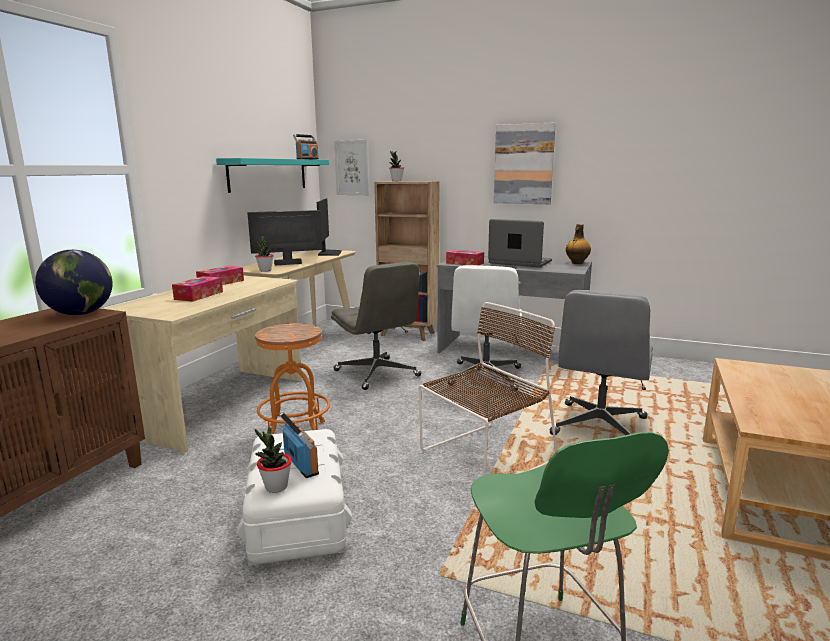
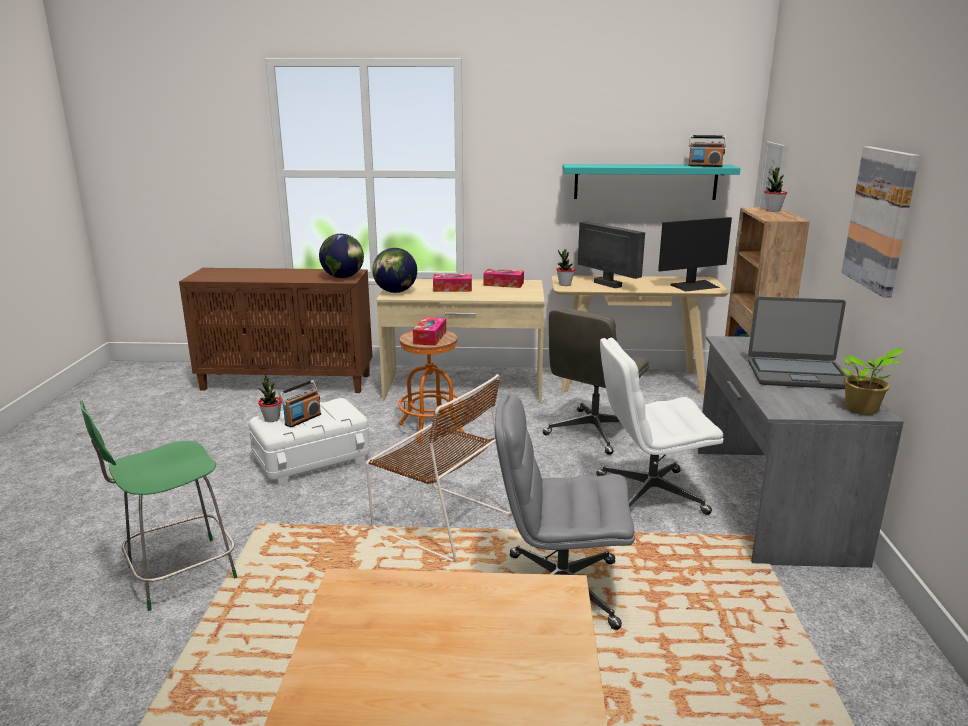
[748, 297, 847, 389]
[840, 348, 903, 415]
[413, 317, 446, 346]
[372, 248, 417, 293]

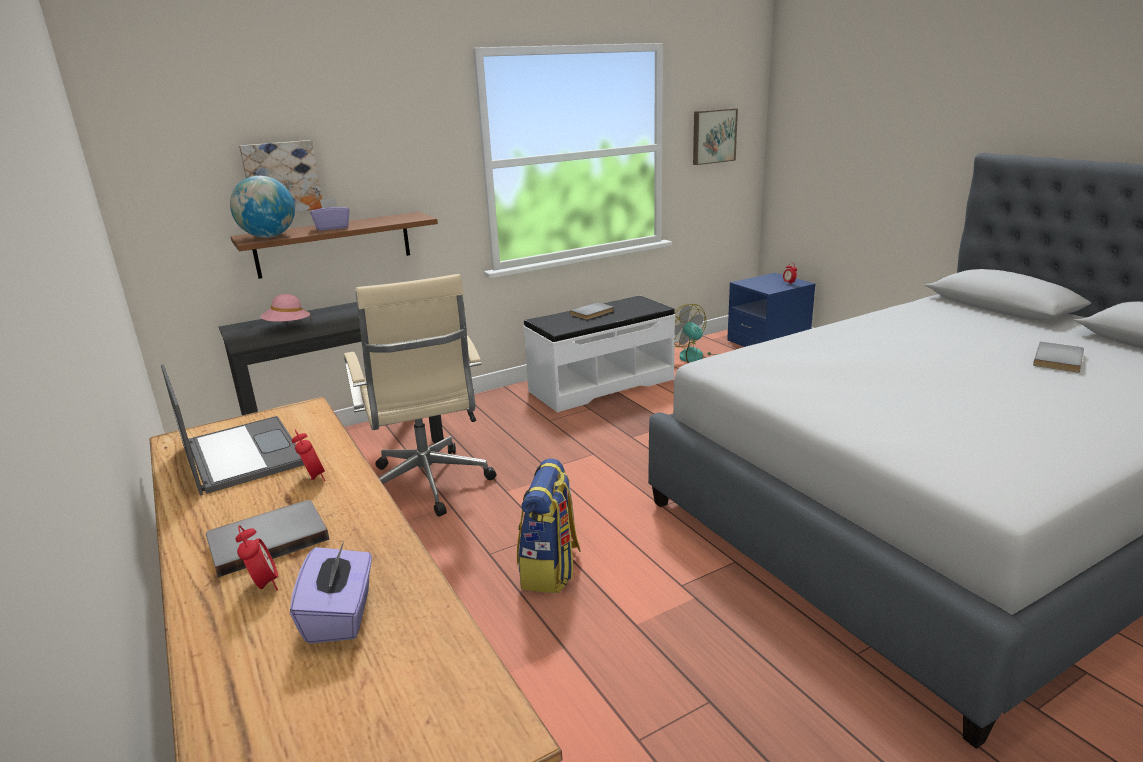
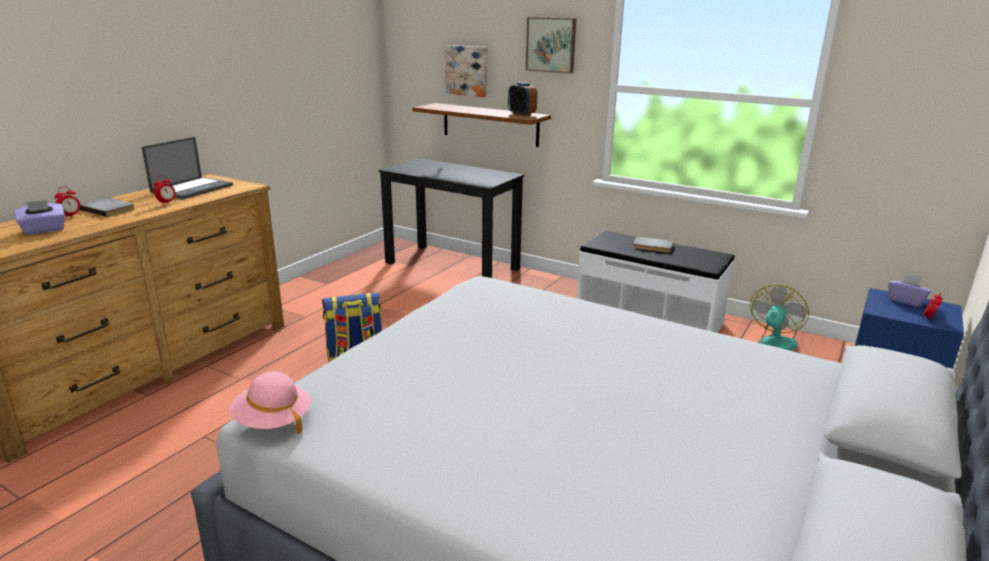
[526, 17, 576, 73]
[230, 176, 295, 238] (first image)
[888, 273, 931, 307]
[344, 274, 496, 517] (first image)
[229, 371, 311, 434]
[1033, 342, 1084, 372] (first image)
[508, 82, 537, 116]

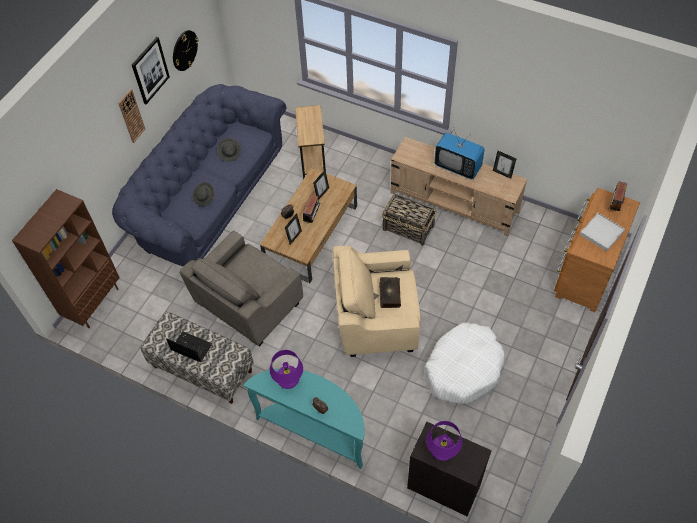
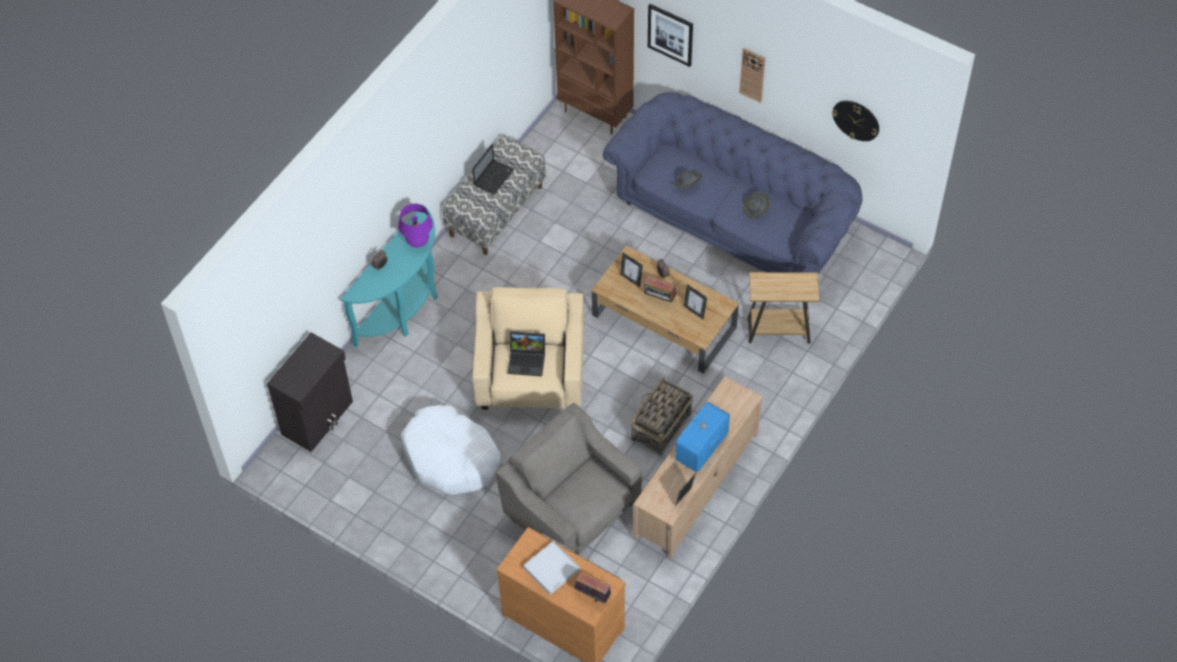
[648, 4, 693, 67]
[495, 403, 642, 555]
[507, 331, 545, 376]
[426, 421, 462, 461] (first image)

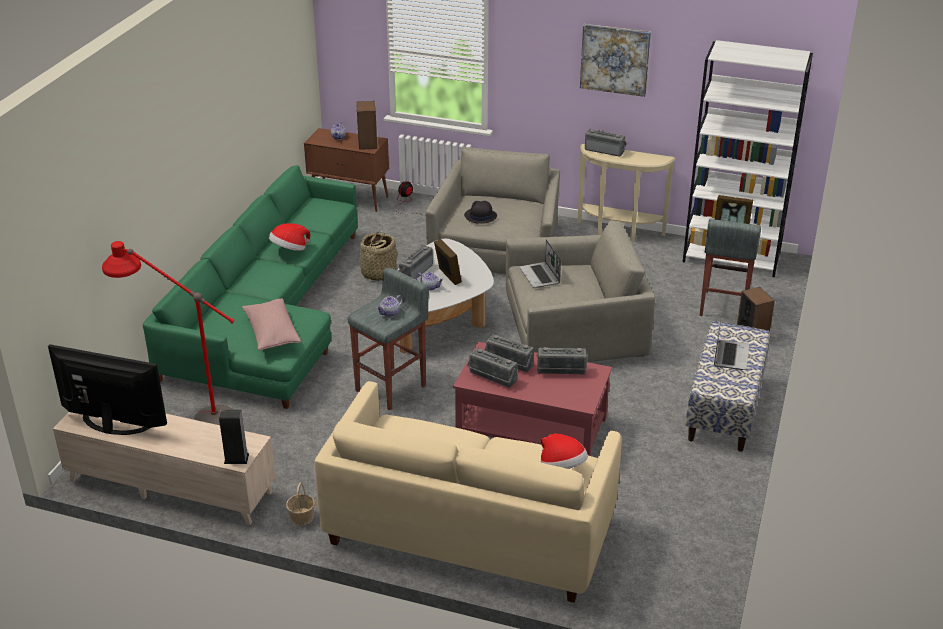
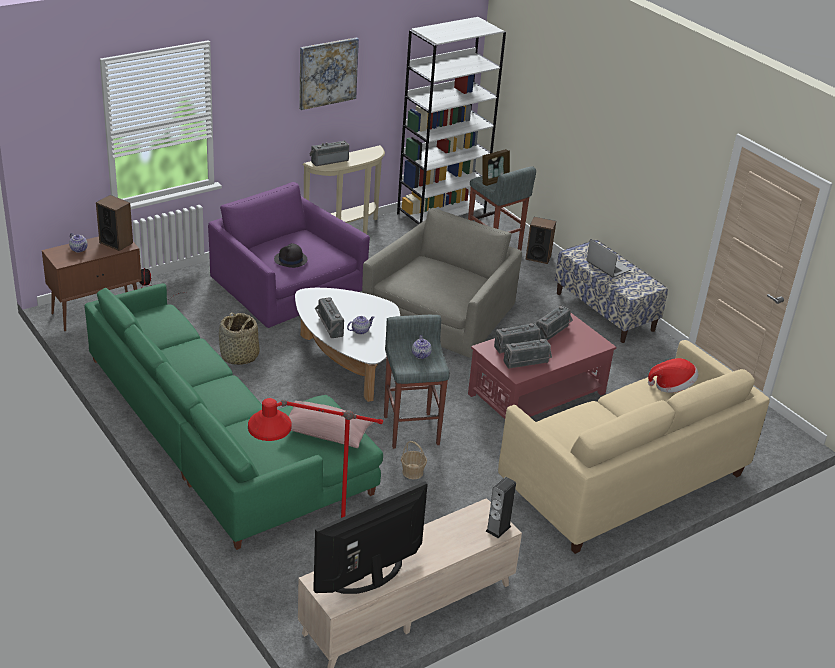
[208, 182, 370, 328]
[269, 223, 310, 251] (first image)
[434, 239, 462, 285] (first image)
[520, 239, 561, 288] (first image)
[401, 441, 427, 479]

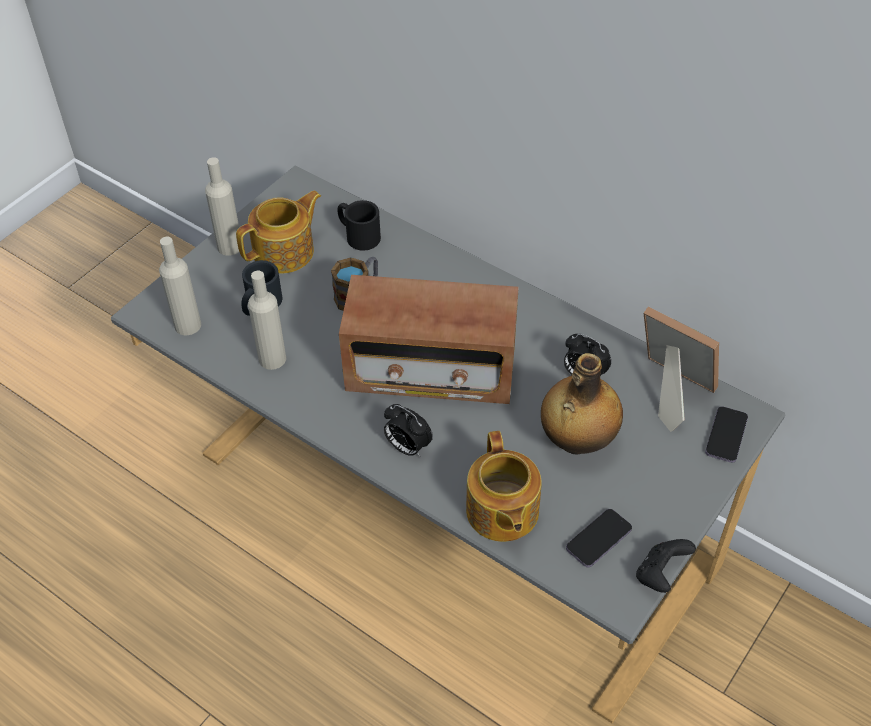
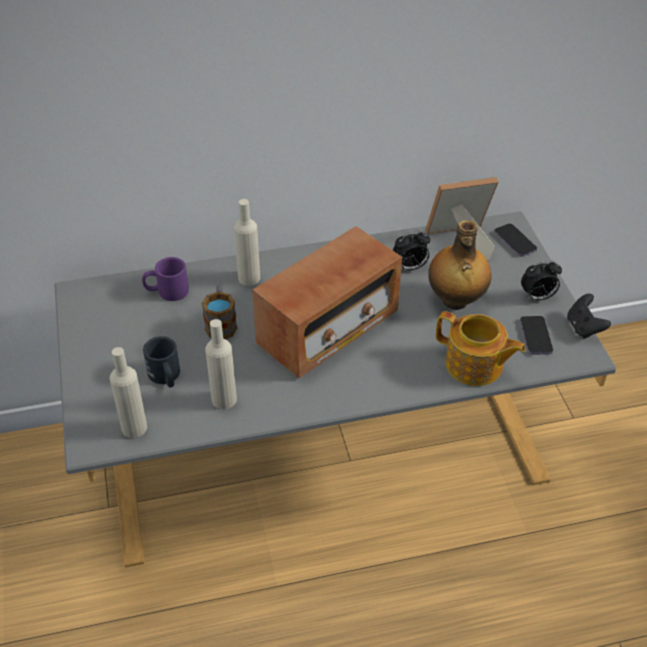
[234, 199, 260, 286]
[236, 190, 321, 274] (first image)
[142, 257, 189, 301]
[521, 260, 562, 300]

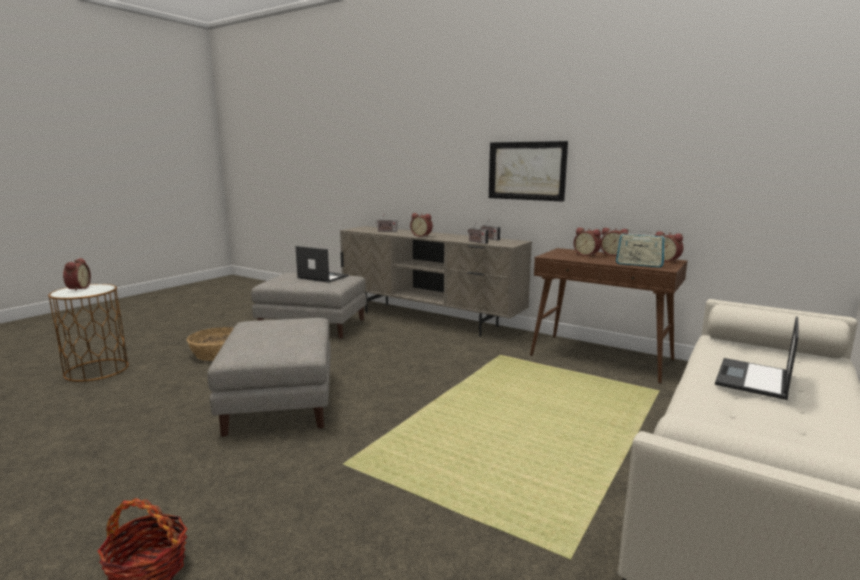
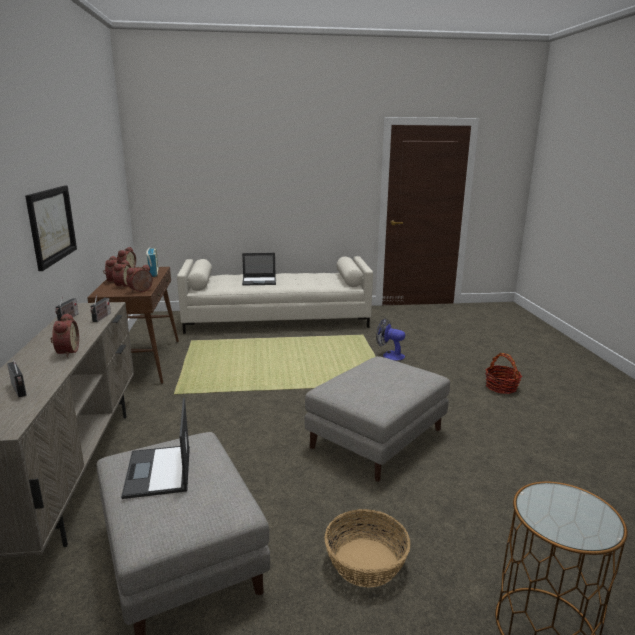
[126, 265, 153, 293]
[376, 318, 405, 361]

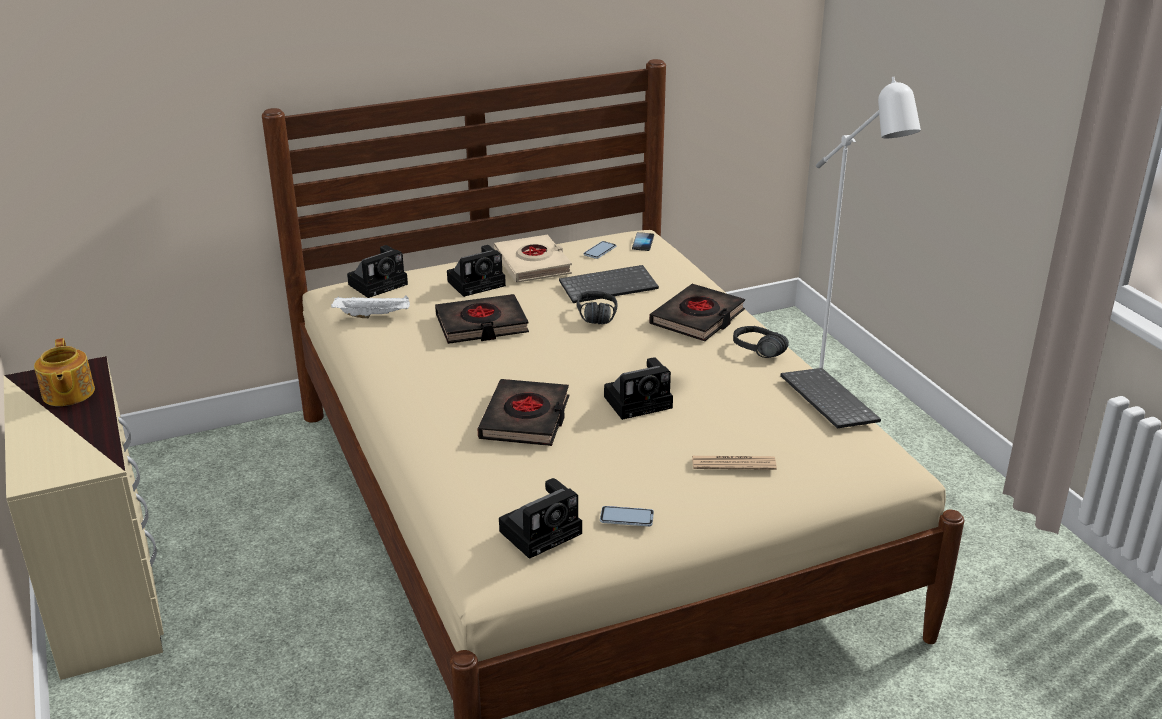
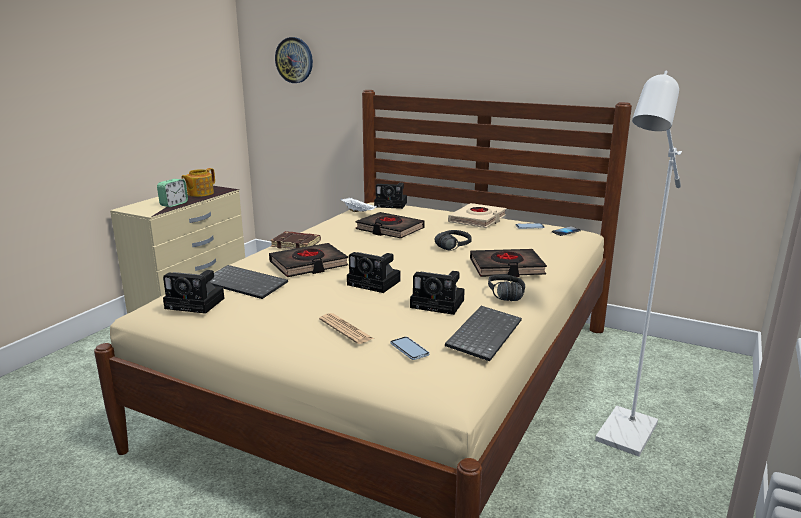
[410, 271, 465, 315]
[210, 265, 288, 299]
[390, 337, 429, 360]
[275, 37, 313, 83]
[157, 179, 188, 207]
[270, 231, 321, 249]

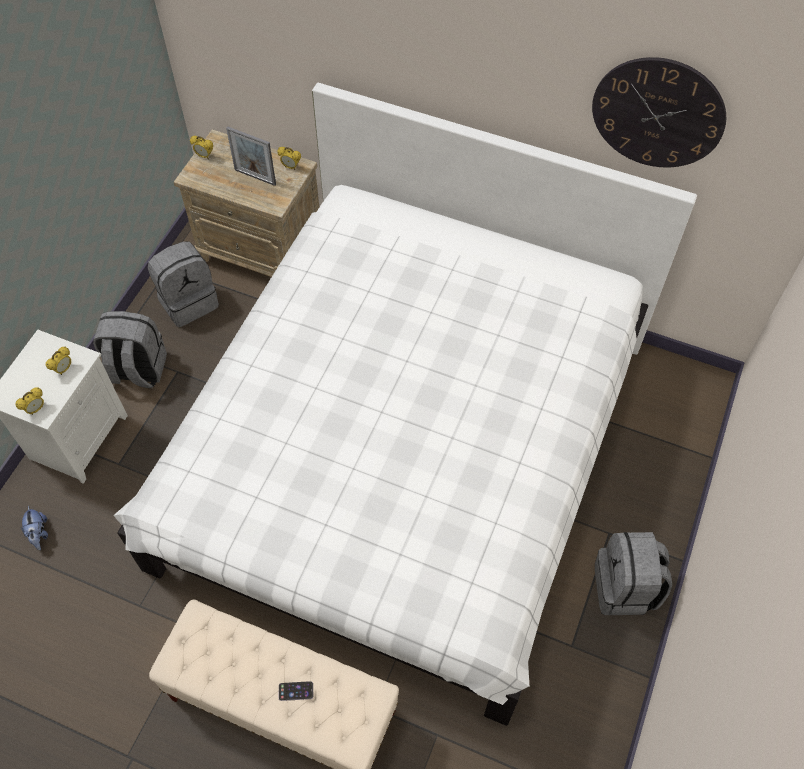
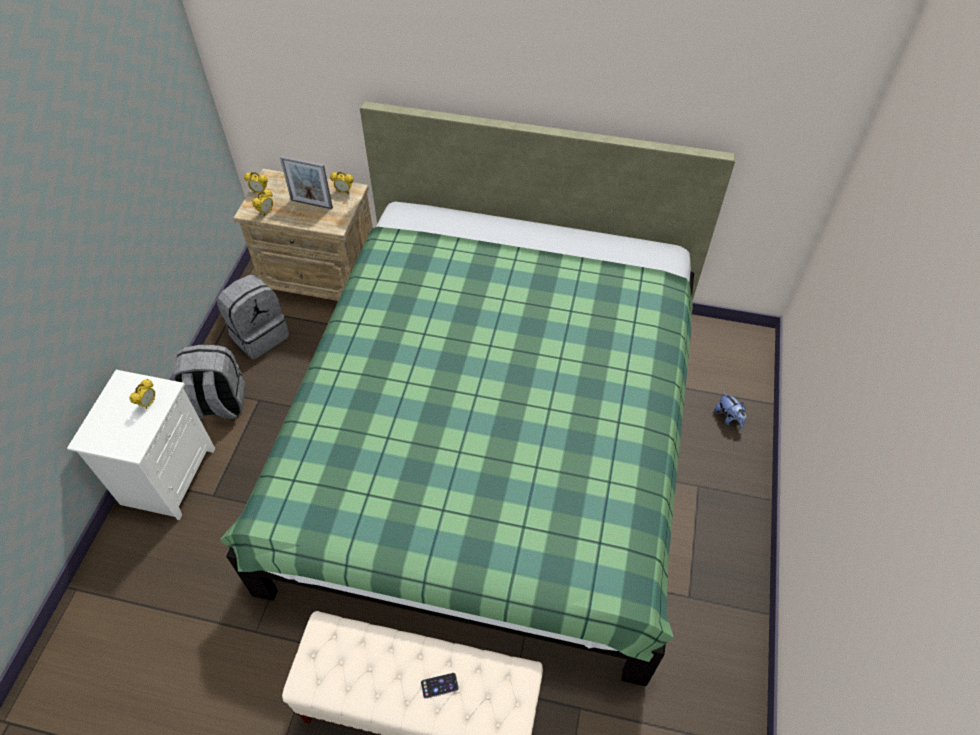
[592, 57, 726, 167] (first image)
[220, 101, 735, 686]
[252, 189, 273, 216]
[714, 392, 747, 429]
[595, 532, 672, 615] (first image)

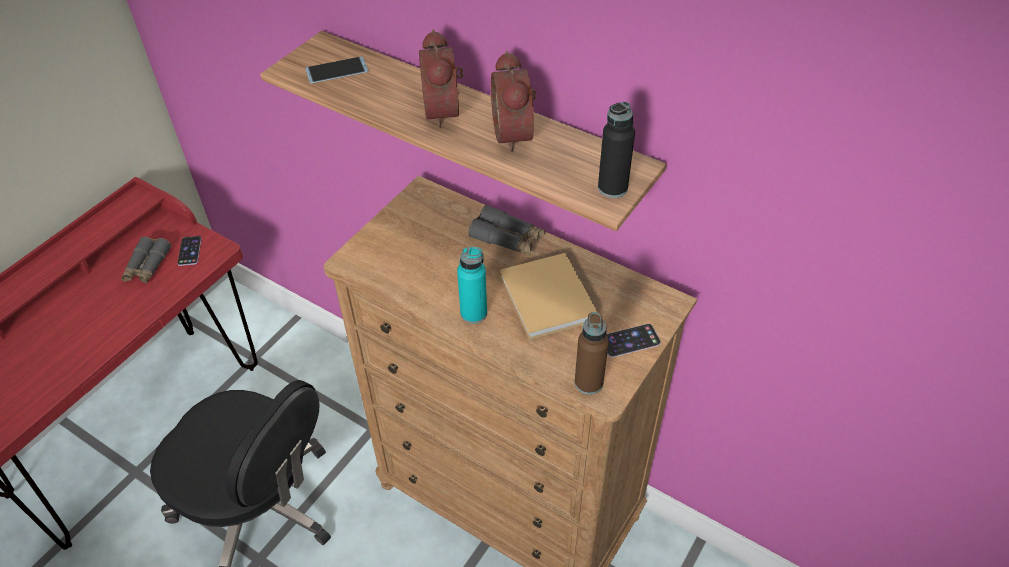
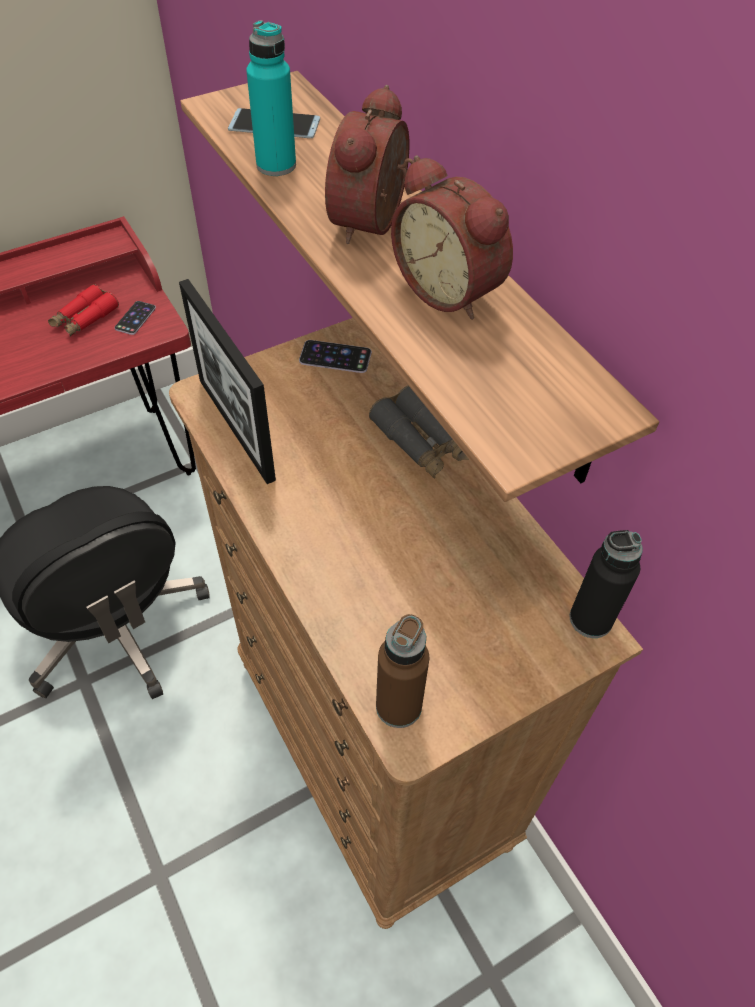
[391, 155, 513, 320]
[570, 530, 643, 638]
[48, 284, 119, 337]
[246, 20, 296, 176]
[500, 253, 597, 340] (first image)
[299, 340, 372, 373]
[179, 279, 276, 484]

